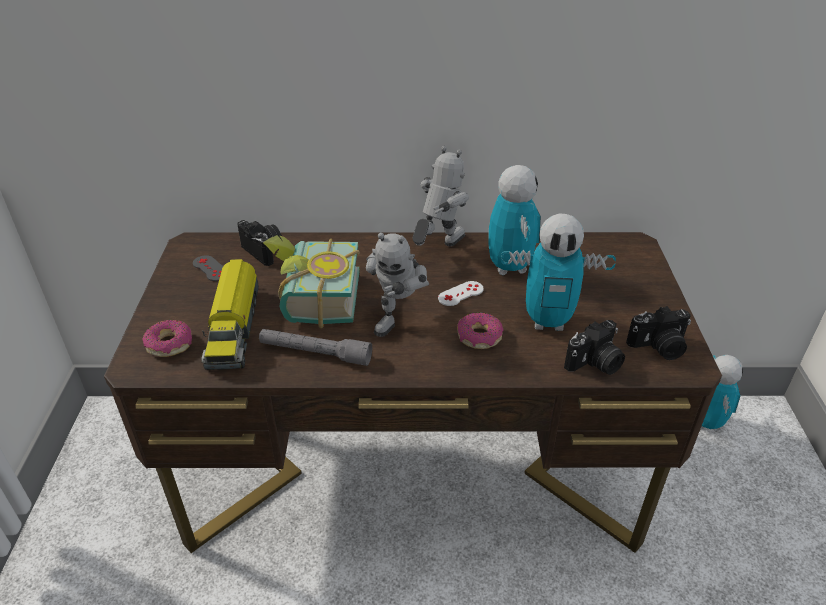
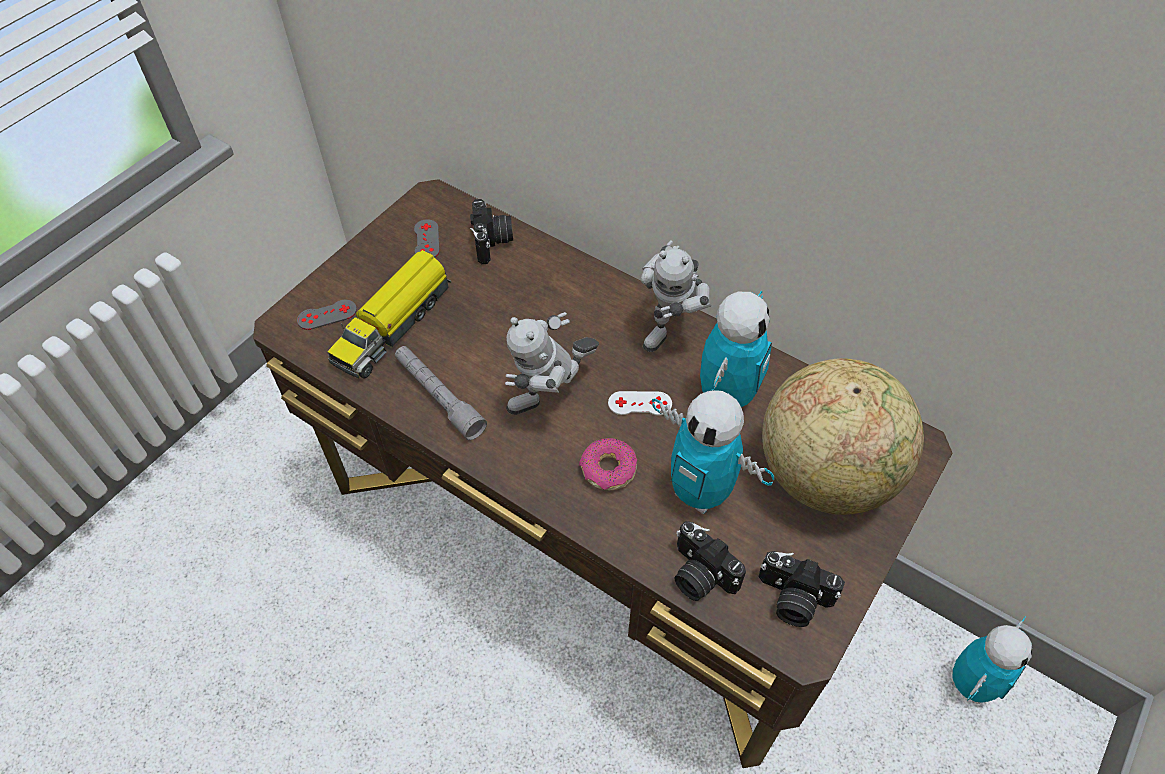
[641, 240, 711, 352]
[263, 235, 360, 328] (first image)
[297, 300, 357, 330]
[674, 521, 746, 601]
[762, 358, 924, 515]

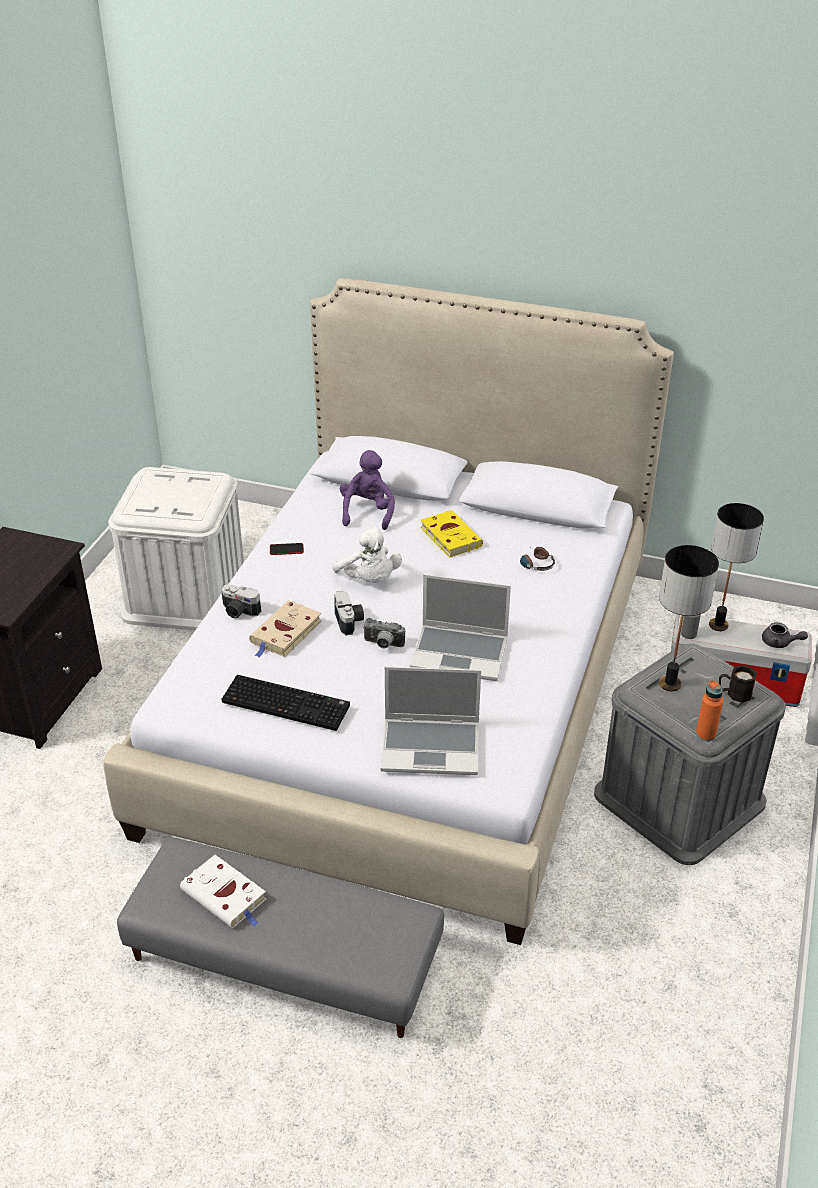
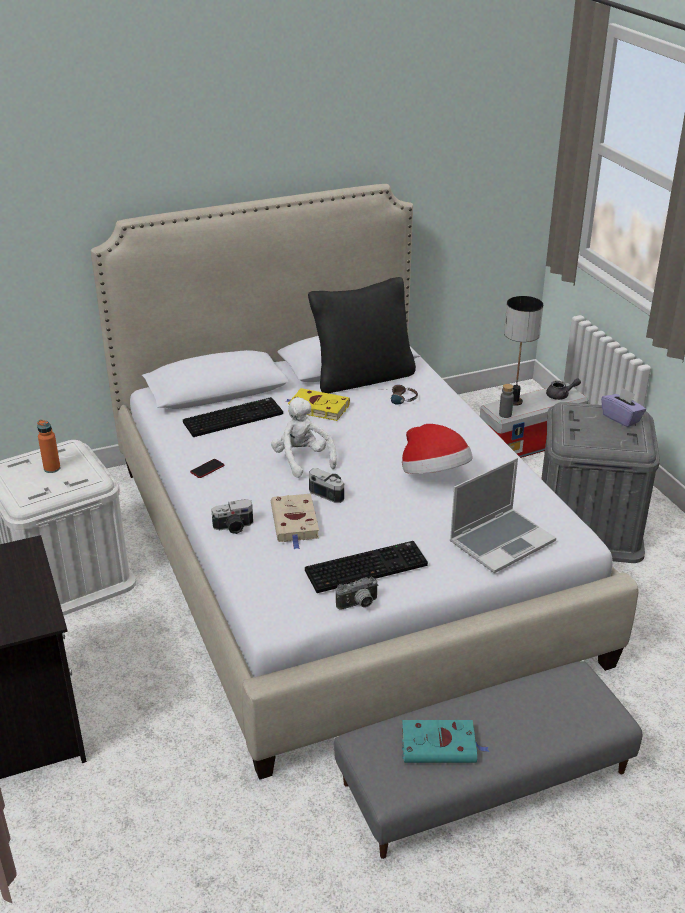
[183, 397, 283, 437]
[271, 397, 337, 478]
[659, 545, 719, 691] (first image)
[402, 424, 473, 474]
[336, 577, 378, 610]
[601, 387, 646, 427]
[37, 420, 61, 473]
[402, 720, 490, 763]
[308, 277, 416, 393]

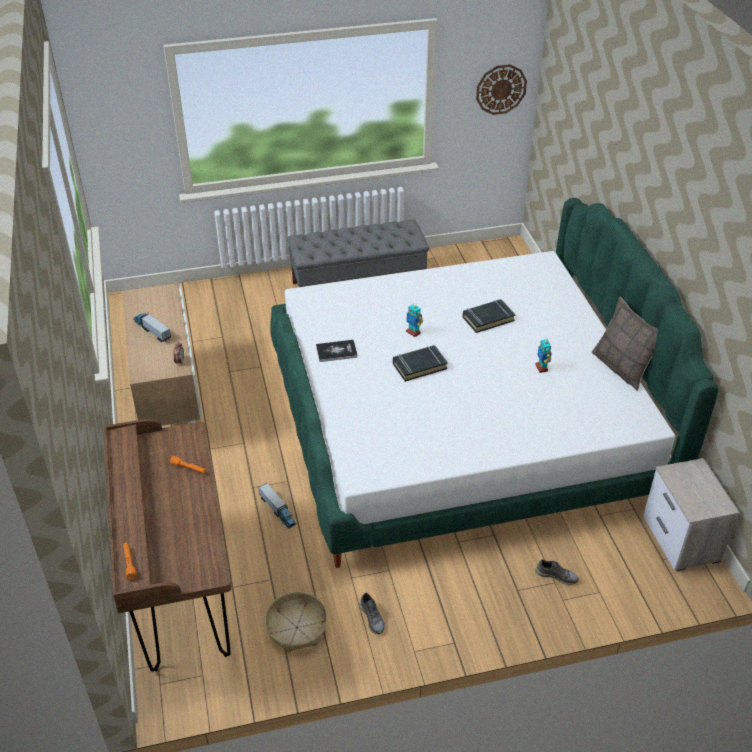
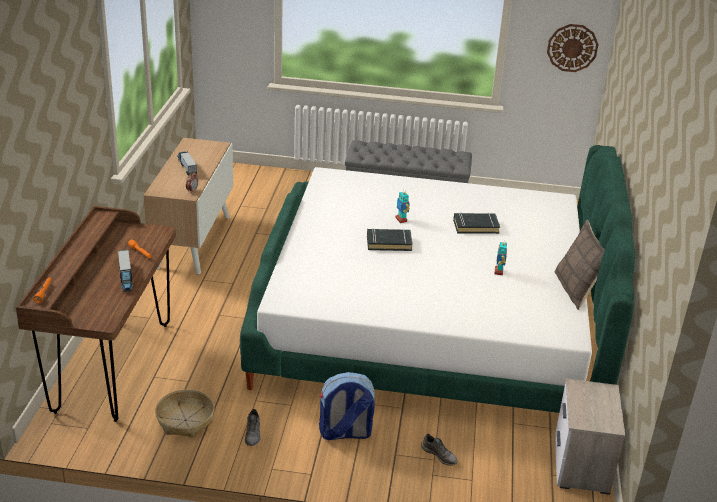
[316, 340, 358, 362] (first image)
[118, 250, 133, 292]
[319, 372, 375, 440]

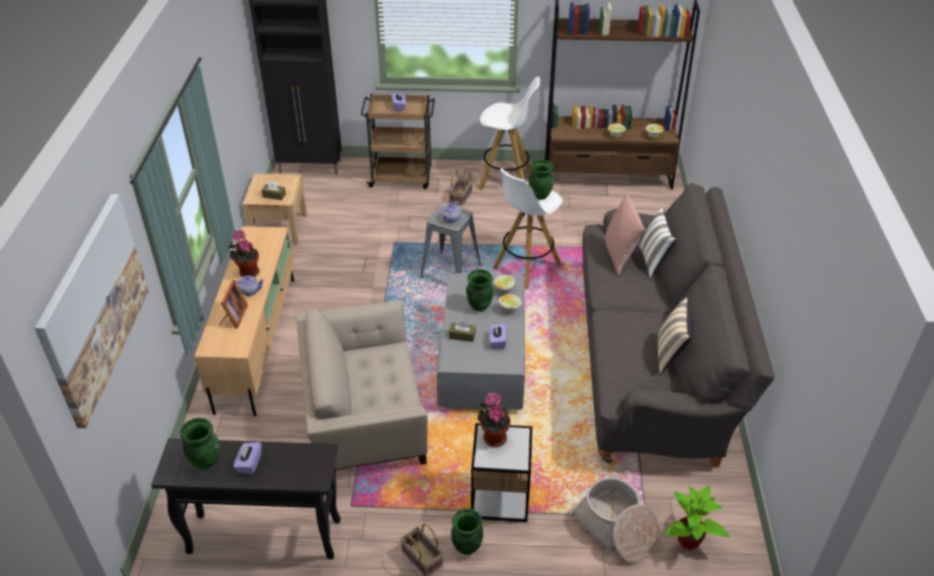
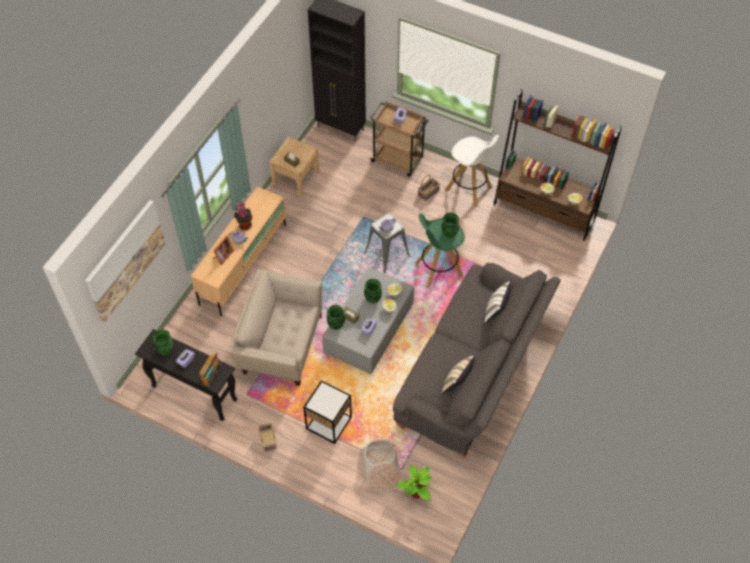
[416, 213, 465, 288]
[605, 193, 645, 275] (first image)
[478, 392, 511, 447] (first image)
[327, 305, 345, 330]
[200, 353, 222, 387]

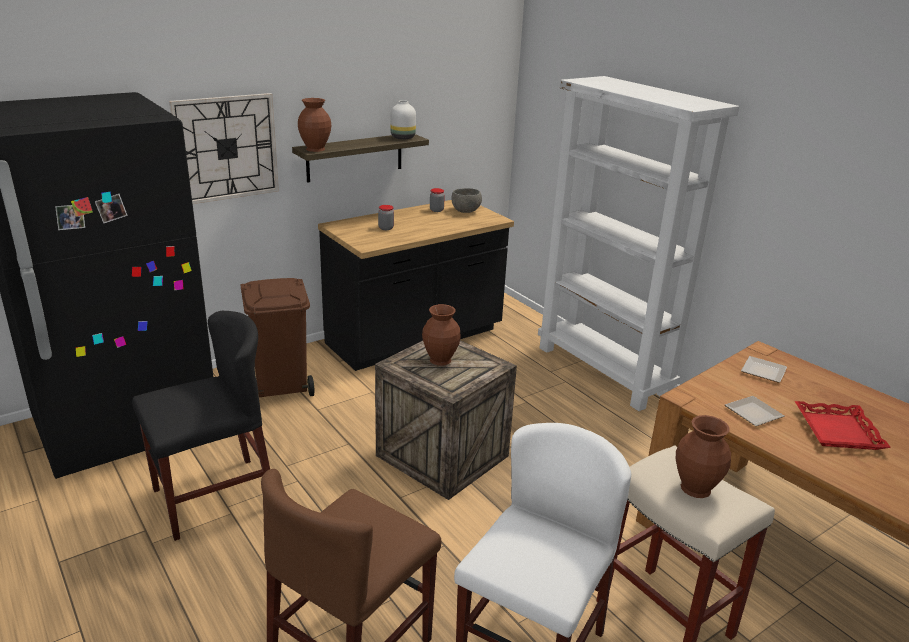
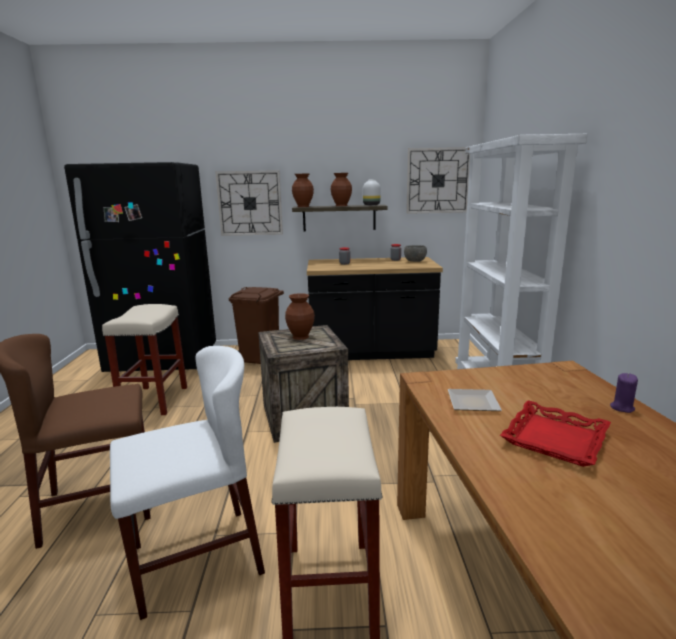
[102, 304, 187, 415]
[741, 356, 787, 383] (first image)
[331, 173, 352, 206]
[406, 147, 470, 214]
[610, 373, 638, 413]

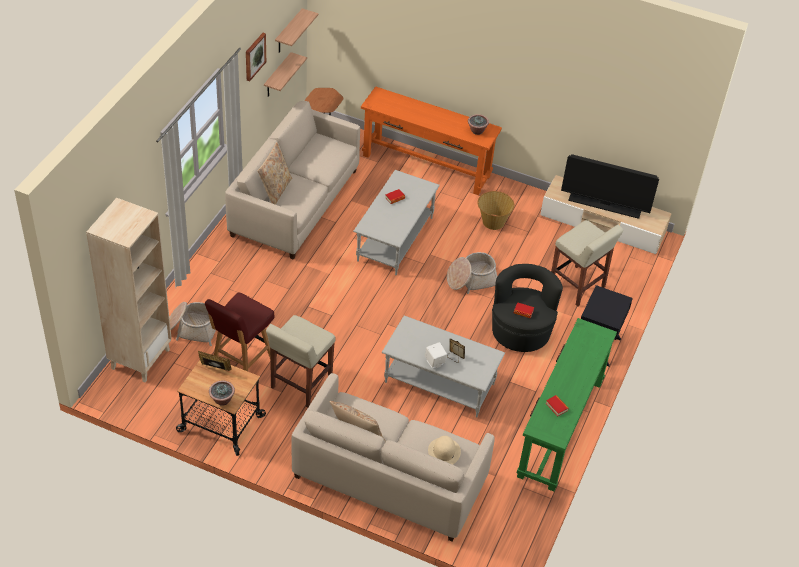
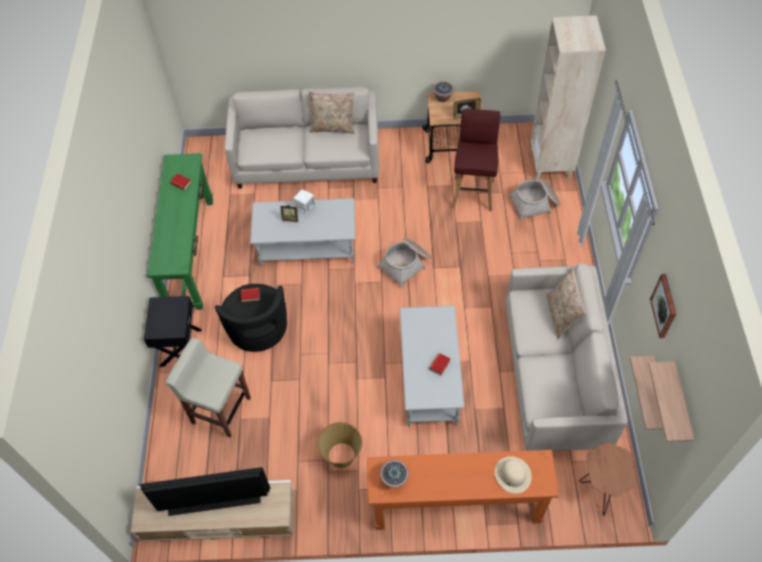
[377, 238, 431, 288]
[266, 315, 336, 407] (first image)
[495, 456, 532, 494]

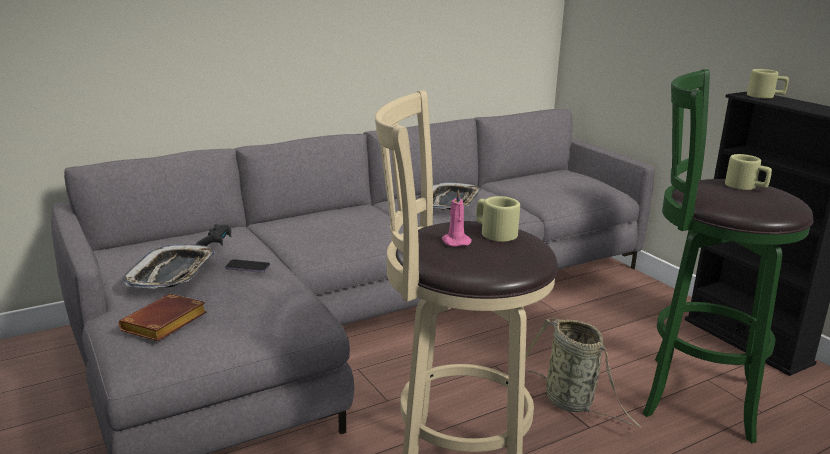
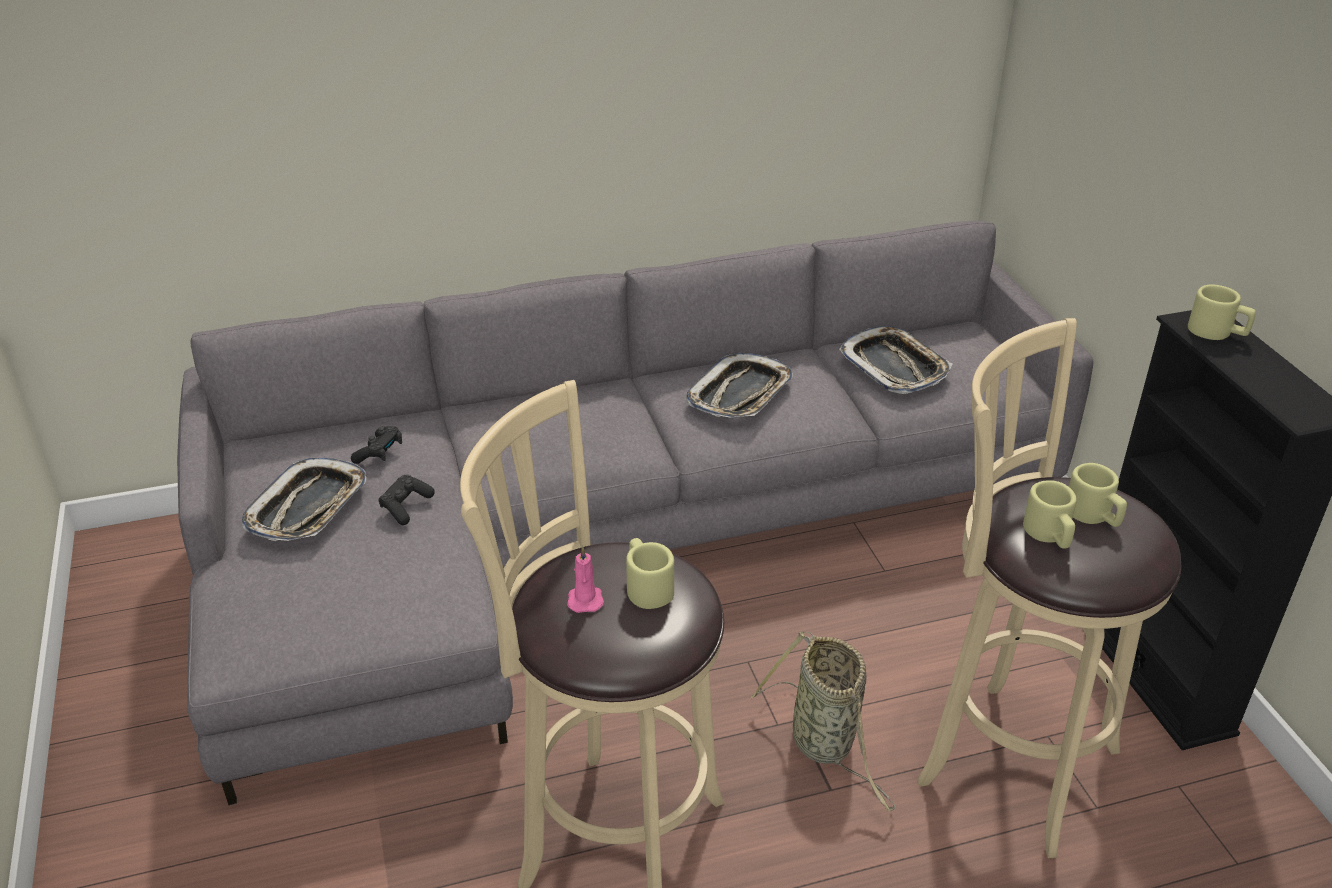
[917, 318, 1181, 858]
[379, 475, 435, 525]
[119, 294, 207, 341] (first image)
[839, 326, 952, 394]
[1023, 480, 1077, 549]

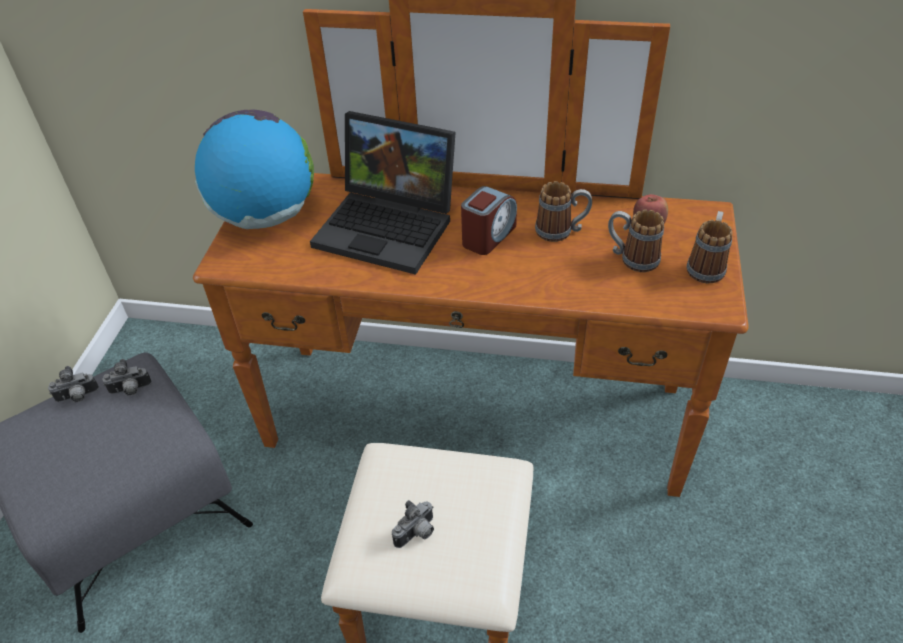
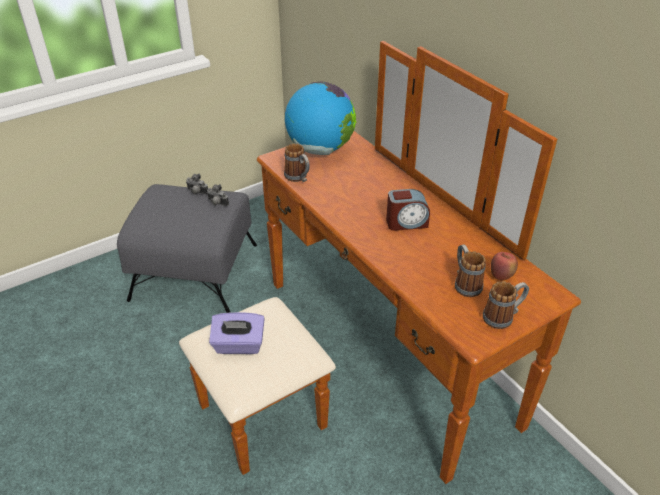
[310, 111, 456, 275] (first image)
[284, 143, 310, 182]
[209, 312, 265, 354]

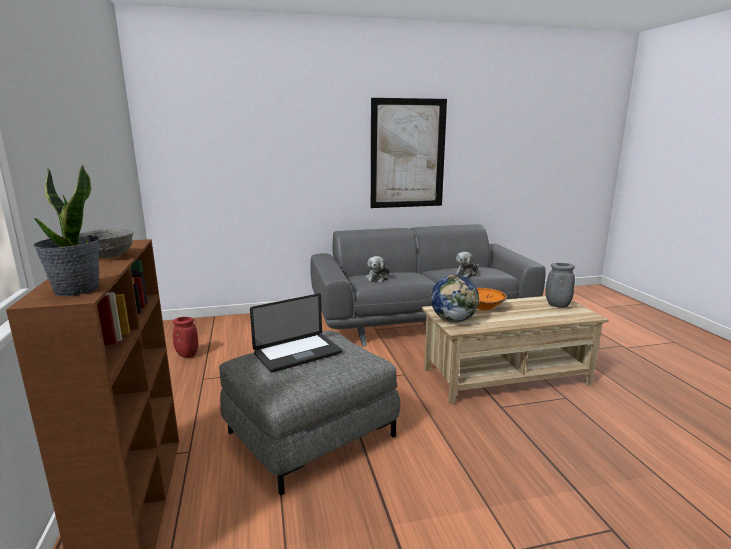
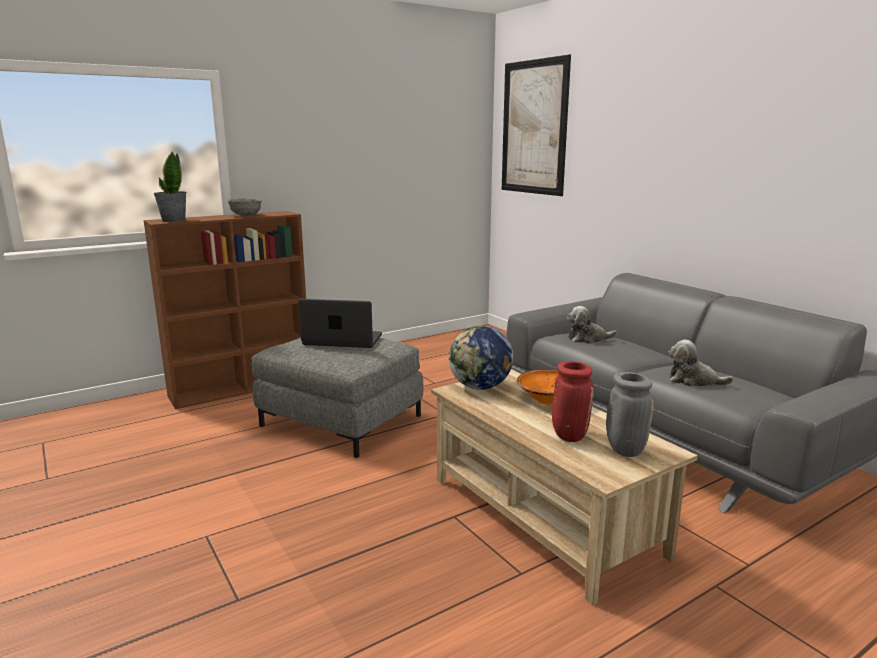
[502, 54, 571, 196]
[298, 299, 382, 348]
[552, 361, 594, 442]

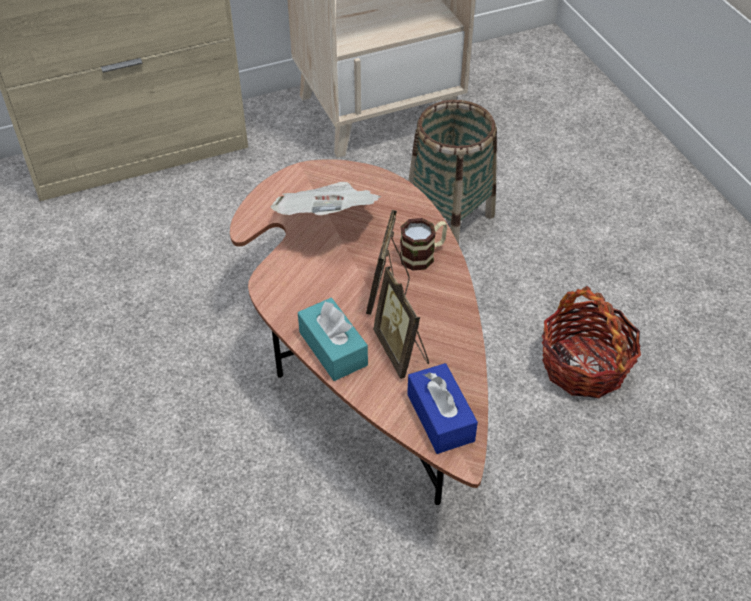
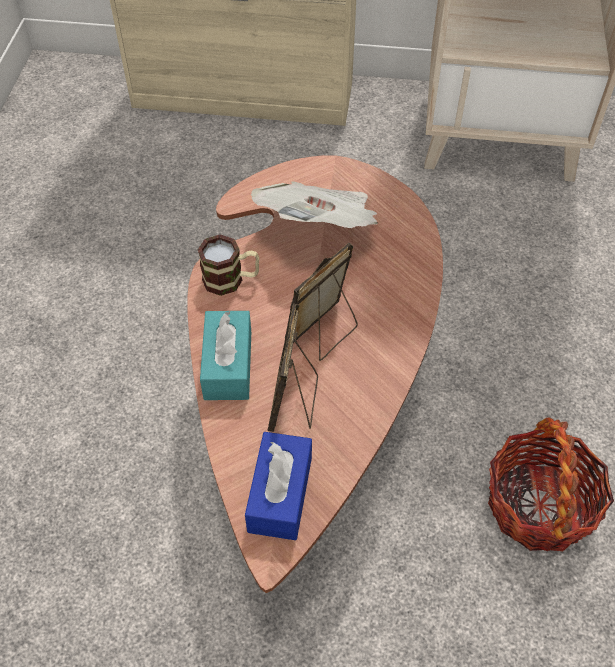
[408, 100, 497, 245] (first image)
[198, 234, 259, 296]

